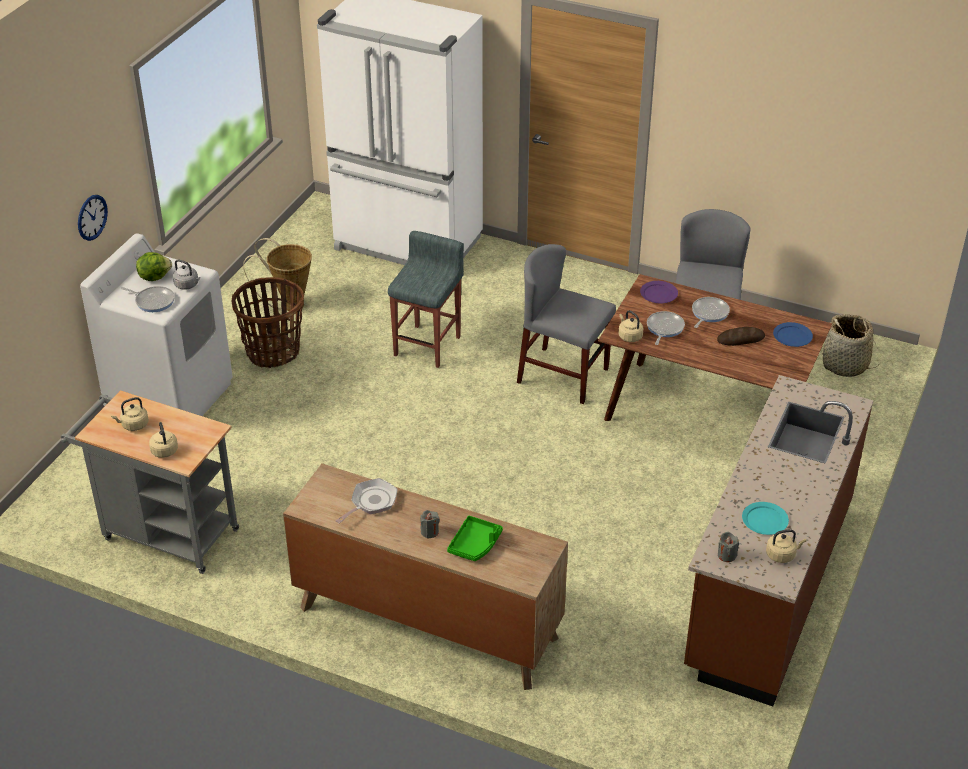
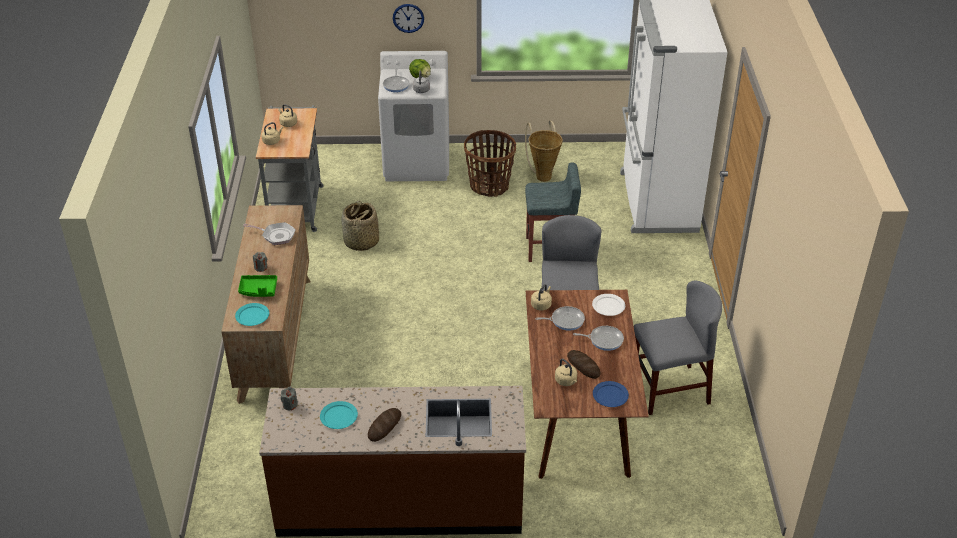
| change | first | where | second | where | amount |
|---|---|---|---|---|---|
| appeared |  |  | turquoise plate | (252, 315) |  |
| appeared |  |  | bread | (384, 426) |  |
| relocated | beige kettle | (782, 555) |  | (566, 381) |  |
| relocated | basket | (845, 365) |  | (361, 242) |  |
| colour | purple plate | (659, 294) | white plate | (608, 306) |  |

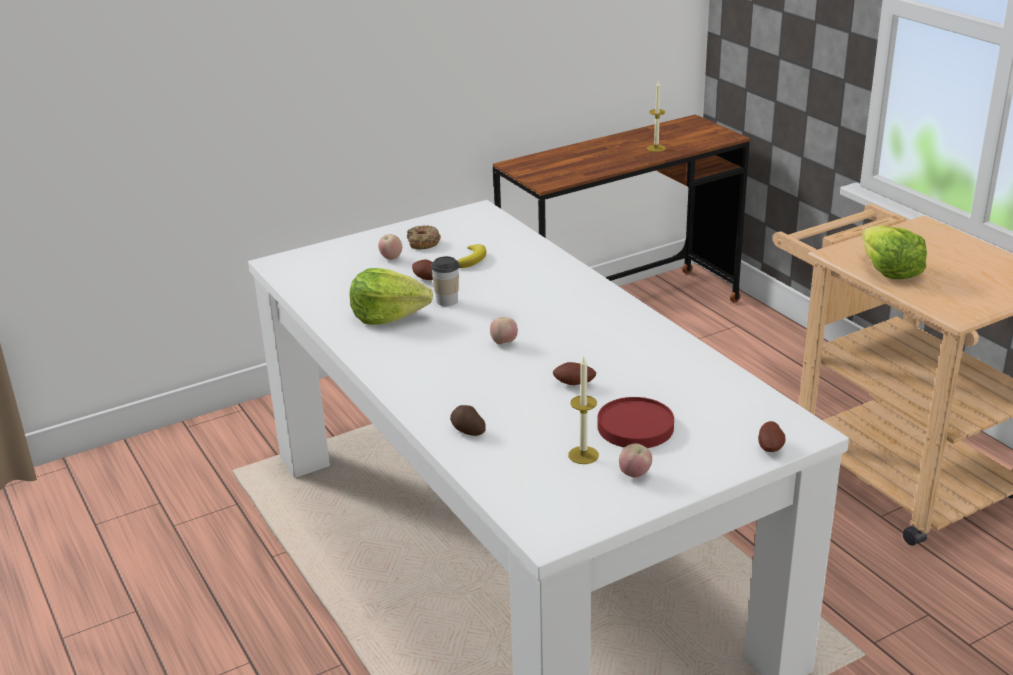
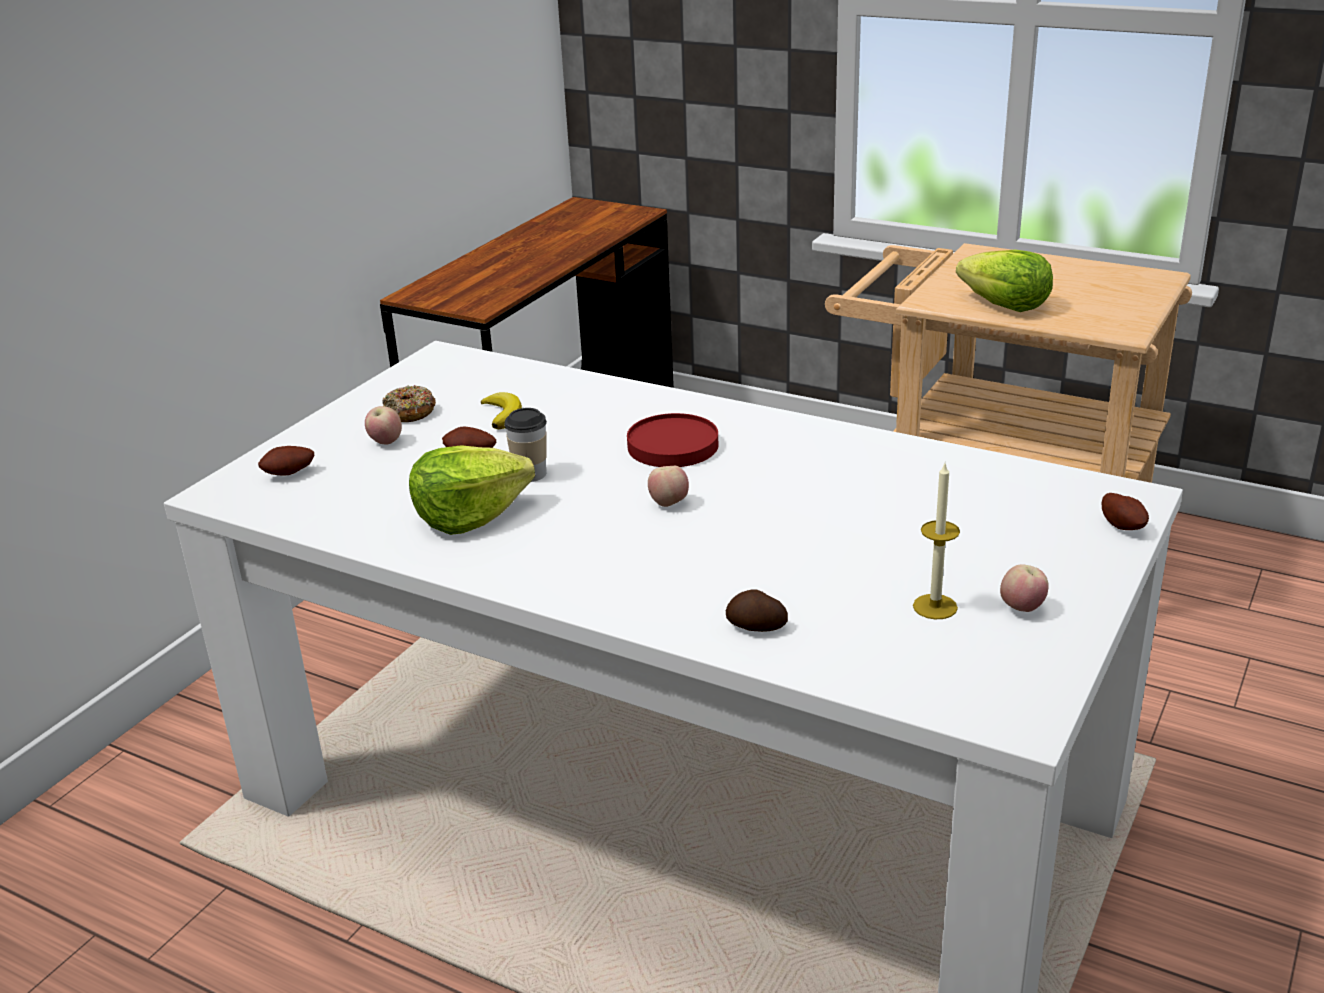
| change | first | where | second | where | amount |
|---|---|---|---|---|---|
| missing | candle | (656, 148) |  |  |  |
| relocated | potato | (574, 384) |  | (289, 474) |  |
| relocated | red plate | (636, 427) |  | (673, 446) |  |

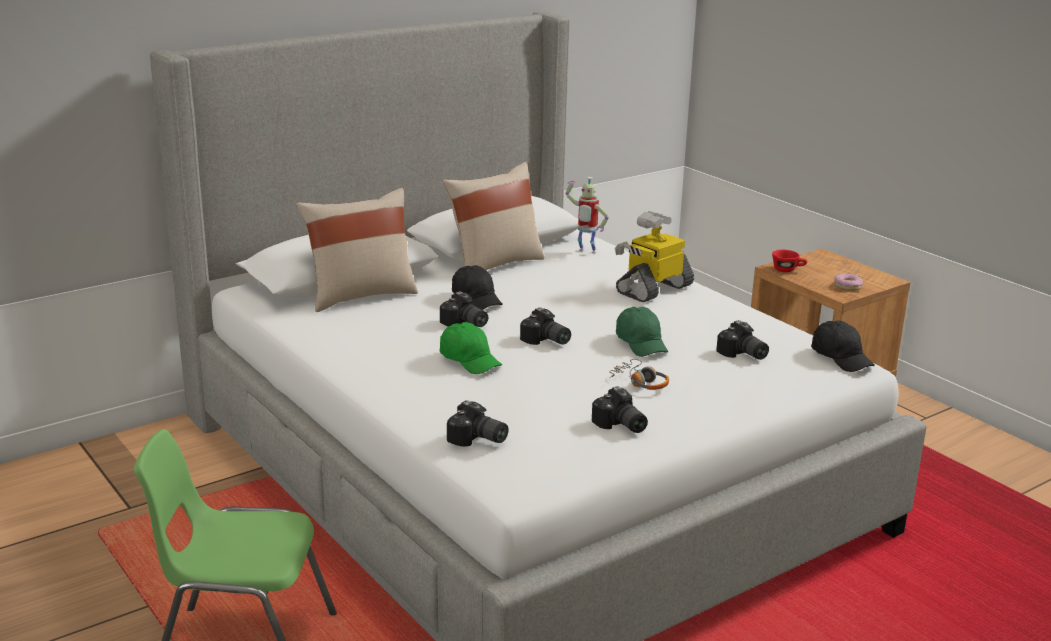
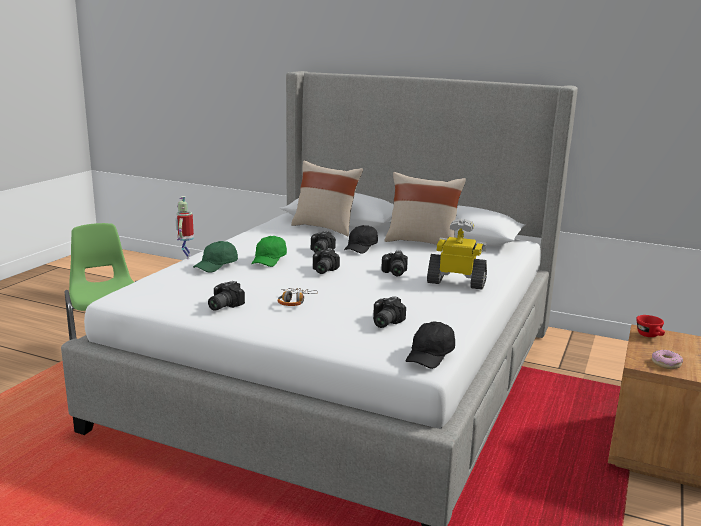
| change | first | where | second | where | amount |
|---|---|---|---|---|---|
| relocated | photo camera | (477, 440) |  | (393, 273) |  |
| relocated | toy robot | (585, 252) |  | (186, 256) |  |
| relocated | green cap | (641, 343) |  | (217, 265) |  |

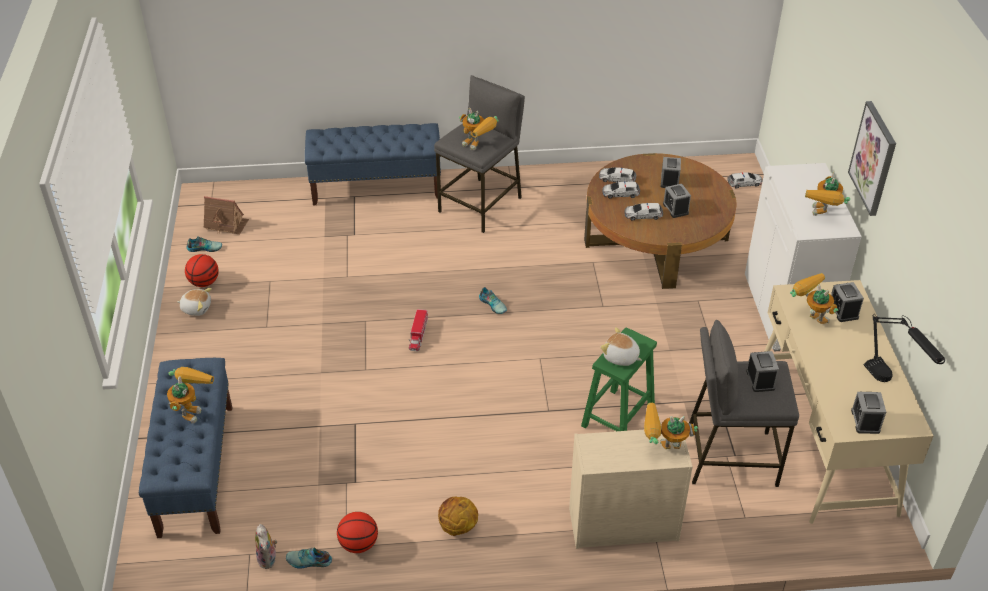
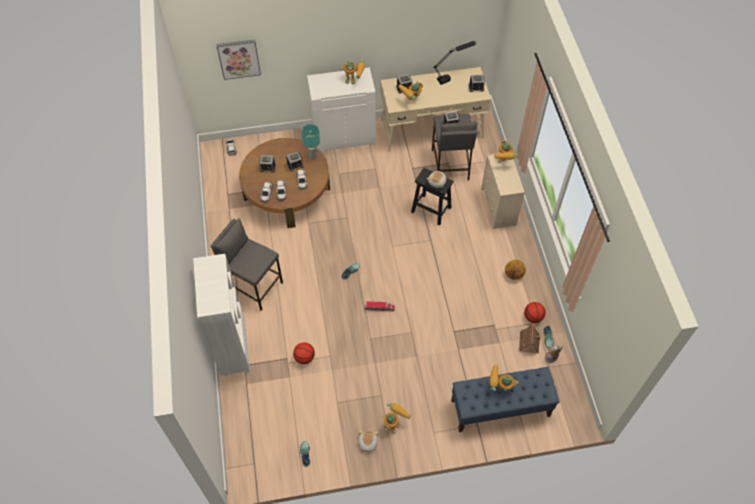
| change | first | where | second | where | amount |
|---|---|---|---|---|---|
| appeared |  |  | turquoise table lamp | (313, 156) |  |
| relocated | basketball | (204, 282) |  | (304, 357) |  |
| relocated | toy house | (226, 224) |  | (528, 342) |  |
| relocated | toy robot | (478, 146) |  | (394, 422) |  |
| relocated | picture | (873, 158) |  | (239, 59) |  |
| exchanged | blue bench | (376, 187) | white bookcase | (234, 352) |  |
| colour | green stool | (617, 418) | black stool | (431, 210) |  |

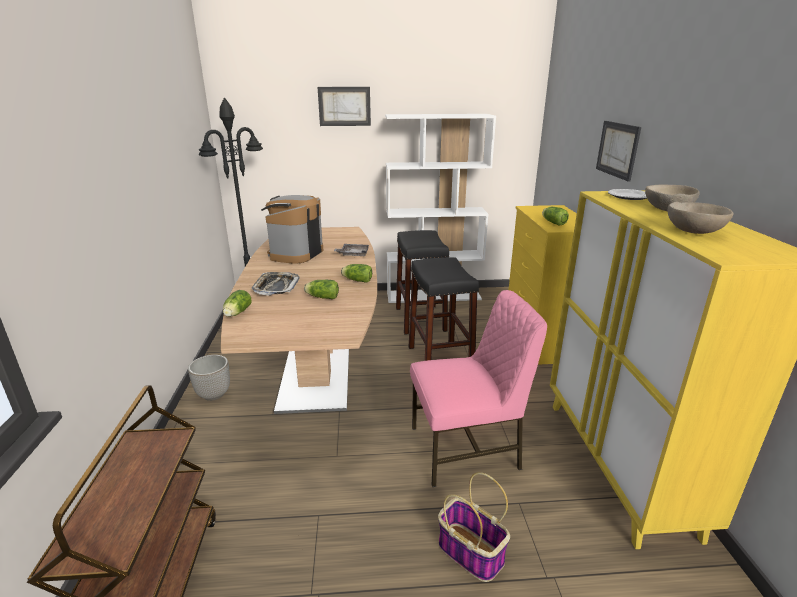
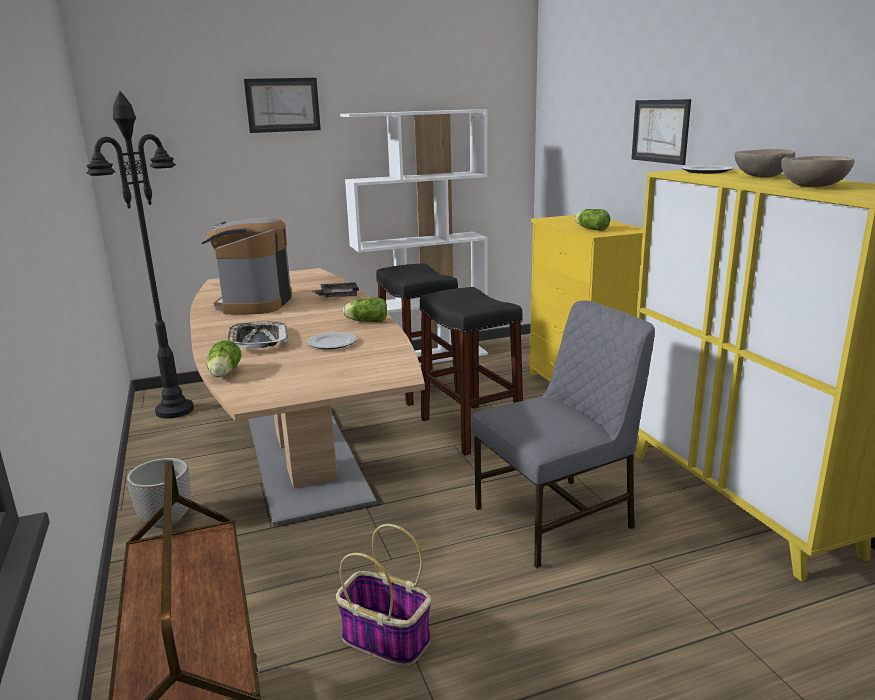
| change | first | where | second | where | amount |
|---|---|---|---|---|---|
| relocated | basket | (469, 552) |  | (384, 638) |  |
| exchanged | lettuce | (321, 297) | plate | (332, 343) |  |
| colour | pink chair | (466, 449) | grey chair | (557, 518) |  |

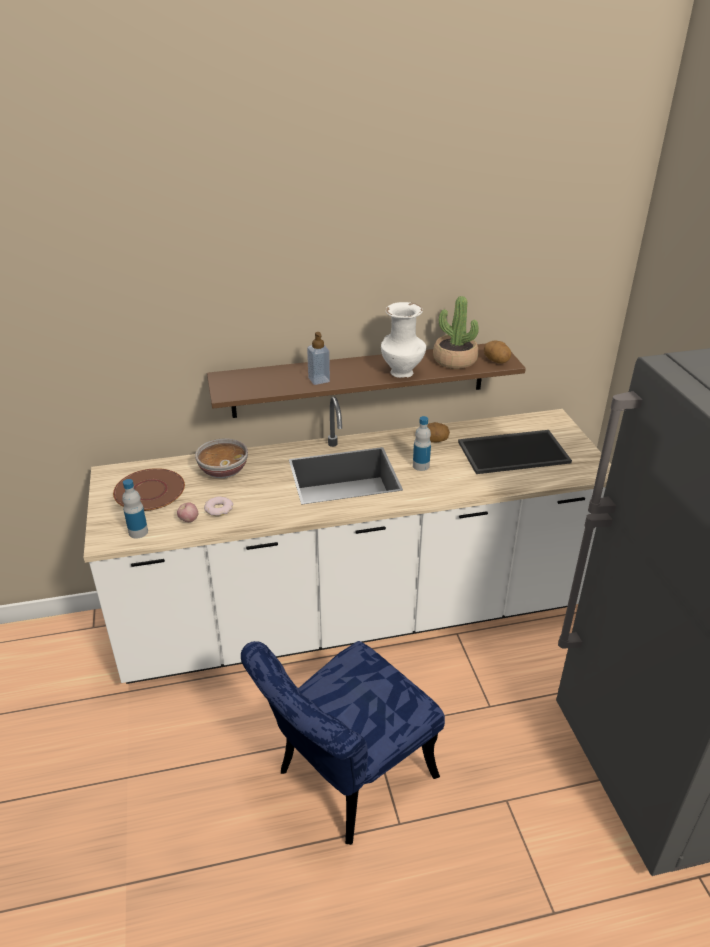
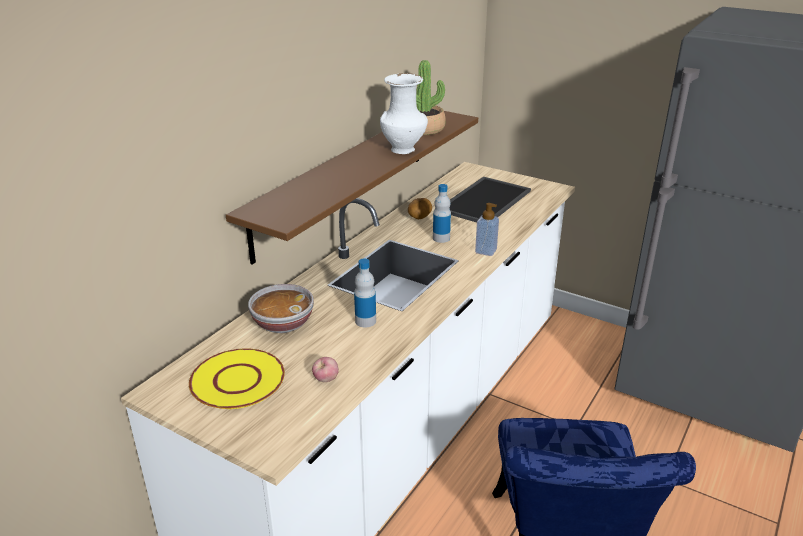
| change | first | where | second | where | amount |
|---|---|---|---|---|---|
| missing | donut | (219, 509) |  |  |  |
| missing | potato | (496, 361) |  |  |  |
| relocated | bottle | (138, 532) |  | (365, 321) |  |
| relocated | soap dispenser | (319, 380) |  | (486, 251) |  |
| colour | brown plate | (150, 491) | yellow plate | (237, 380) |  |

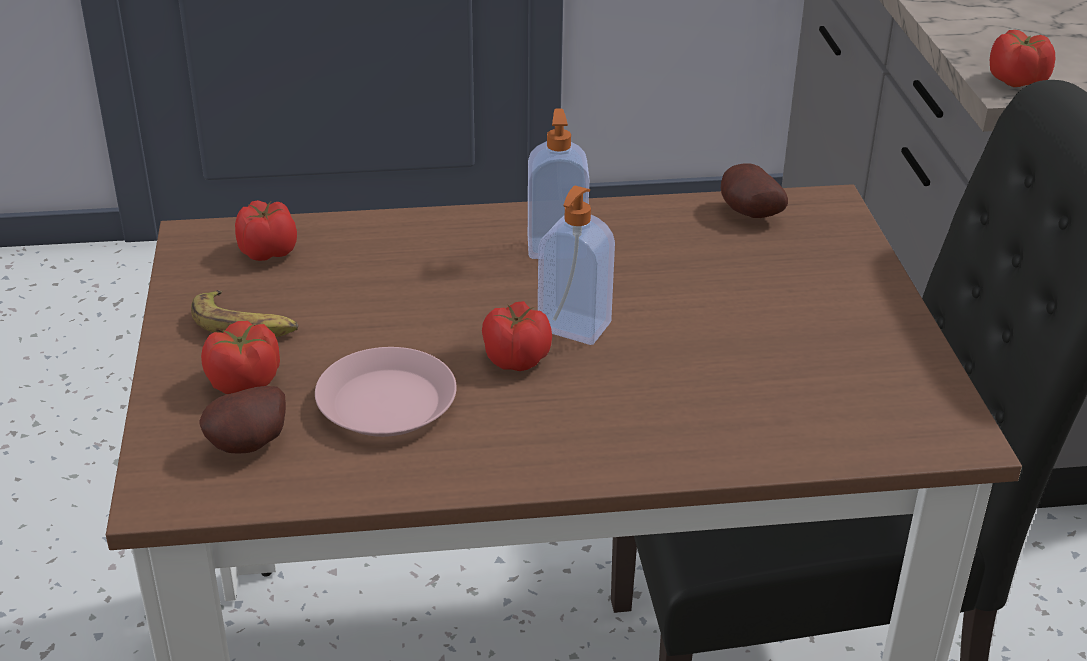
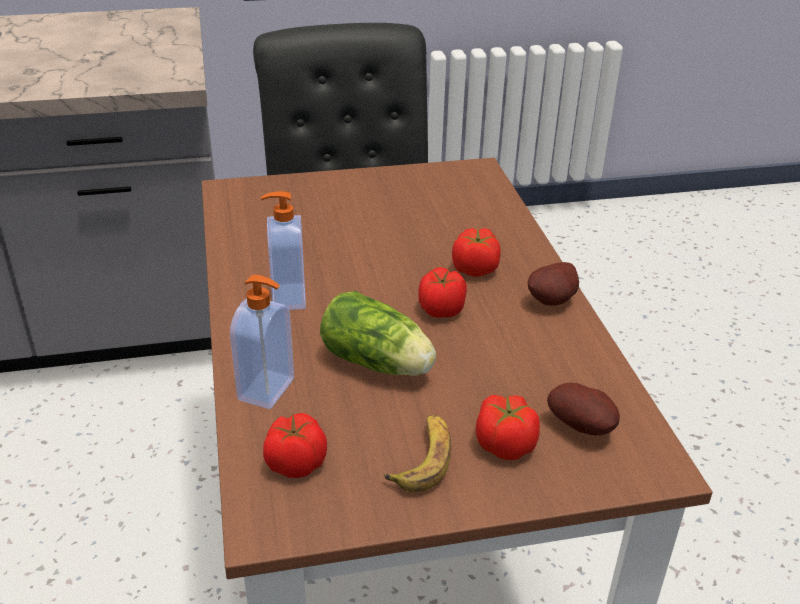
| change | first | where | second | where | amount |
|---|---|---|---|---|---|
| missing | pink plate | (386, 402) |  |  |  |
| appeared |  |  | lettuce | (379, 364) |  |
| relocated | soap dispenser | (573, 328) |  | (268, 390) |  |
| relocated | potato | (747, 214) |  | (553, 302) |  |
| relocated | tomato | (1017, 81) |  | (475, 269) |  |

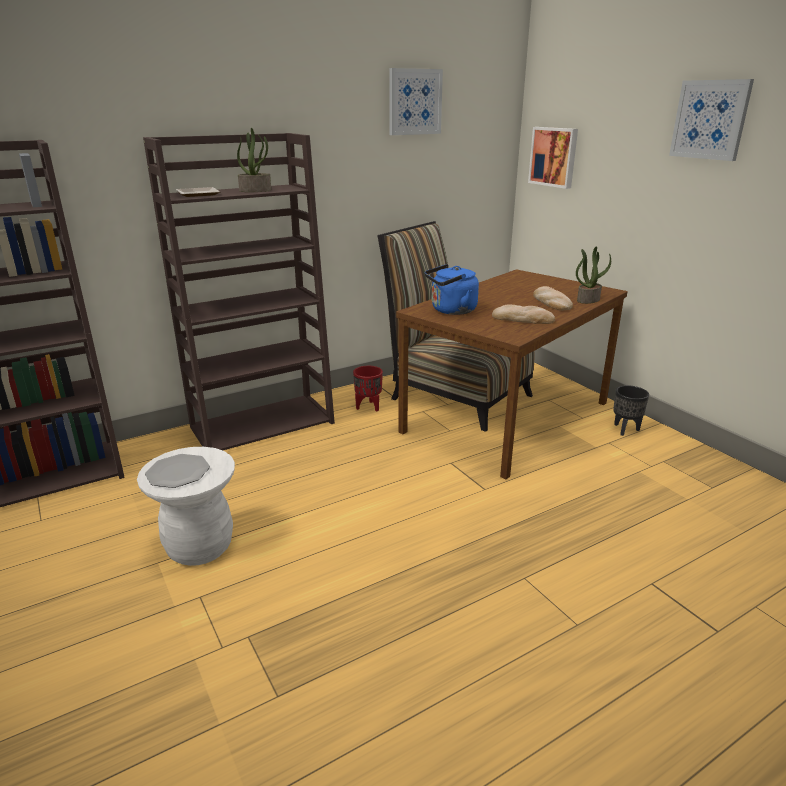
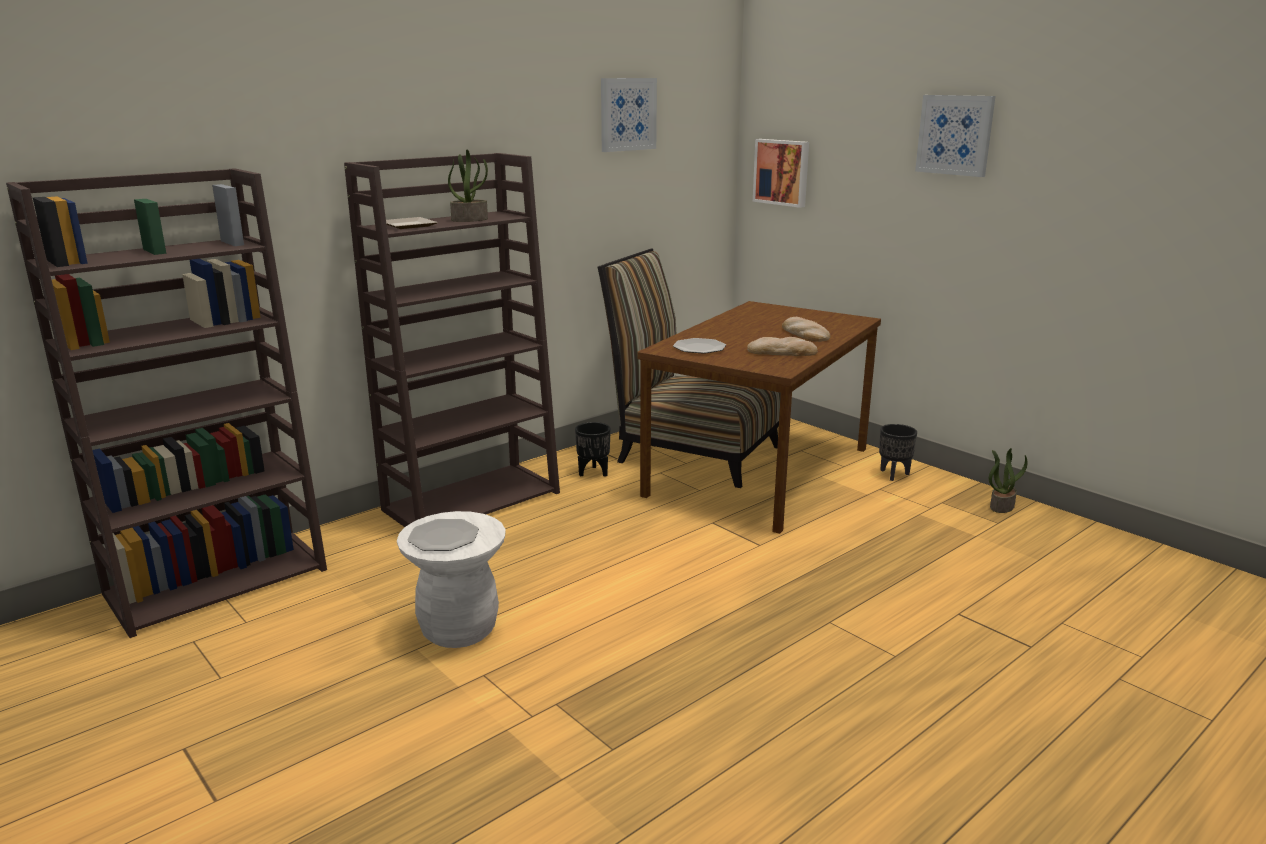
| change | first | where | second | where | amount |
|---|---|---|---|---|---|
| relocated | potted plant | (588, 300) |  | (1001, 506) |  |
| exchanged | blue kettle | (451, 310) | plate | (699, 348) |  |
| colour | red planter | (368, 407) | black planter | (592, 472) |  |

